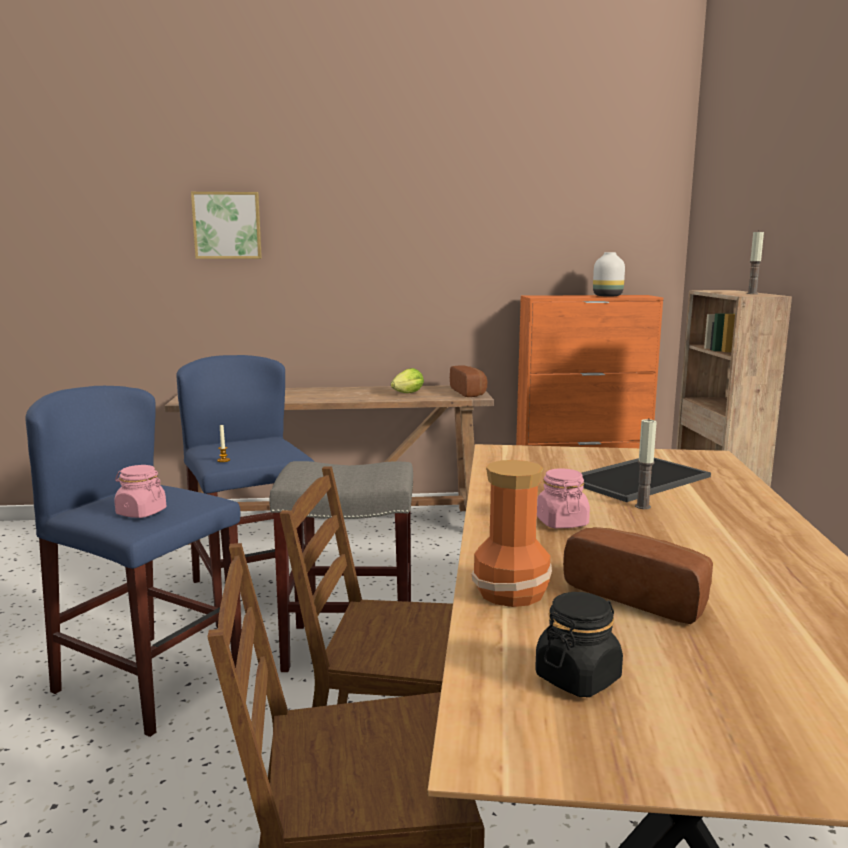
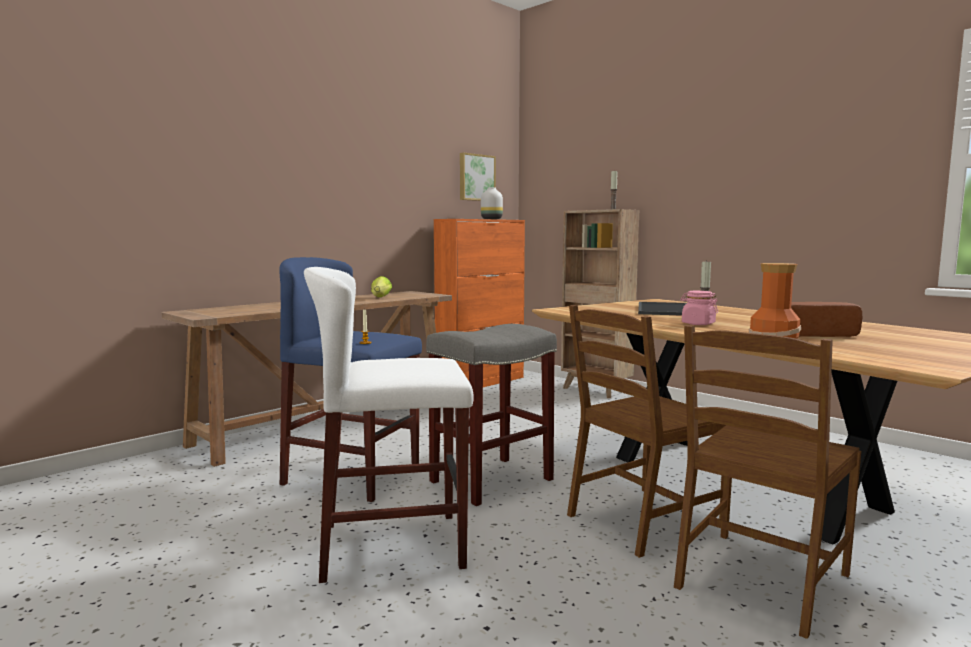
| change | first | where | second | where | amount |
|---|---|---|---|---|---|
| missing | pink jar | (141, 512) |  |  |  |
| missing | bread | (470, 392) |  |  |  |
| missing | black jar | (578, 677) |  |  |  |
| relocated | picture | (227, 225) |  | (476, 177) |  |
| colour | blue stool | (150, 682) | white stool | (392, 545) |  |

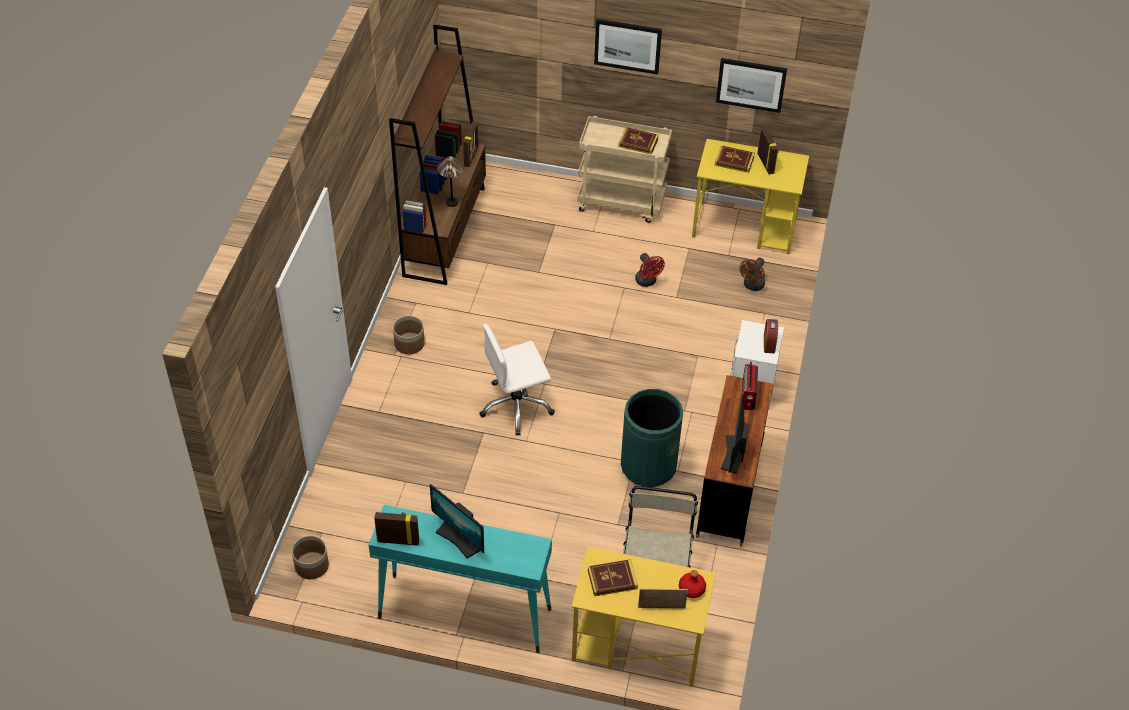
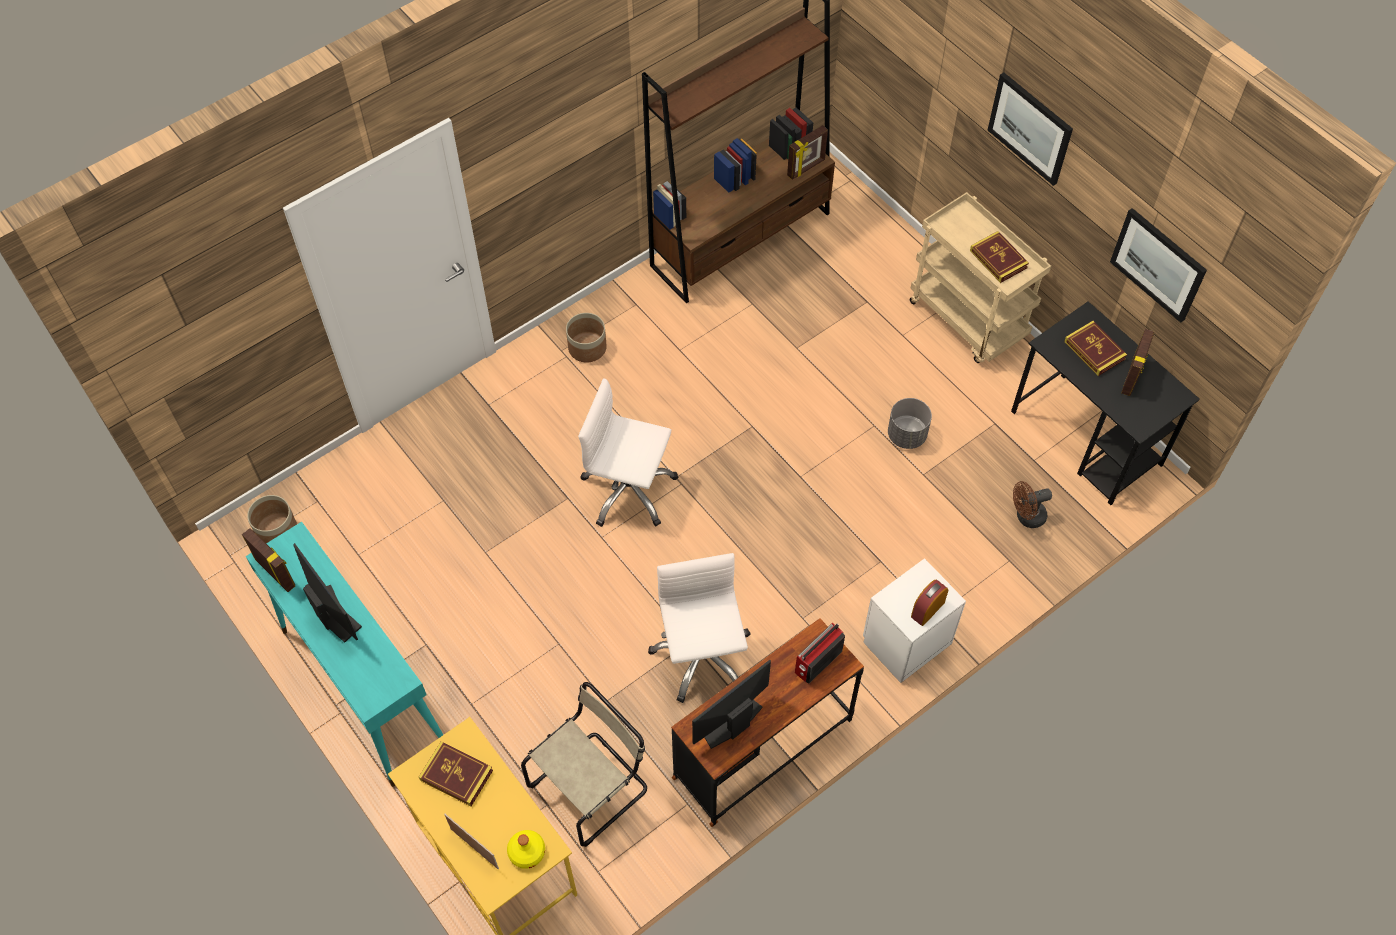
| change | first | where | second | where | amount |
|---|---|---|---|---|---|
| missing | table lamp | (452, 202) |  |  |  |
| exchanged | green trash can | (648, 466) | white office chair | (701, 656) |  |
| exchanged | red fan | (647, 282) | grey planter | (907, 435) |  |
| colour | red bottle | (692, 589) | yellow bottle | (527, 852) |  |
| colour | yellow desk | (745, 228) | black desk | (1087, 439) |  |
| spun | monitor | (459, 539) |  | (333, 614) | 150 degrees clockwise |

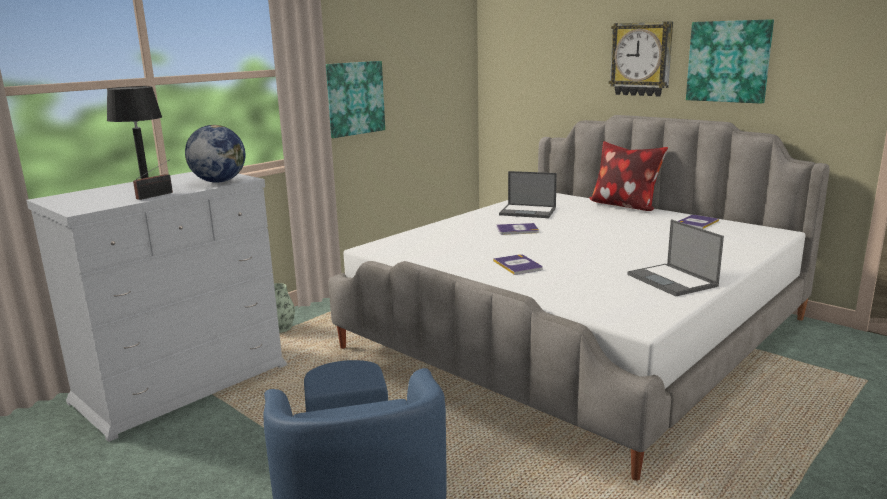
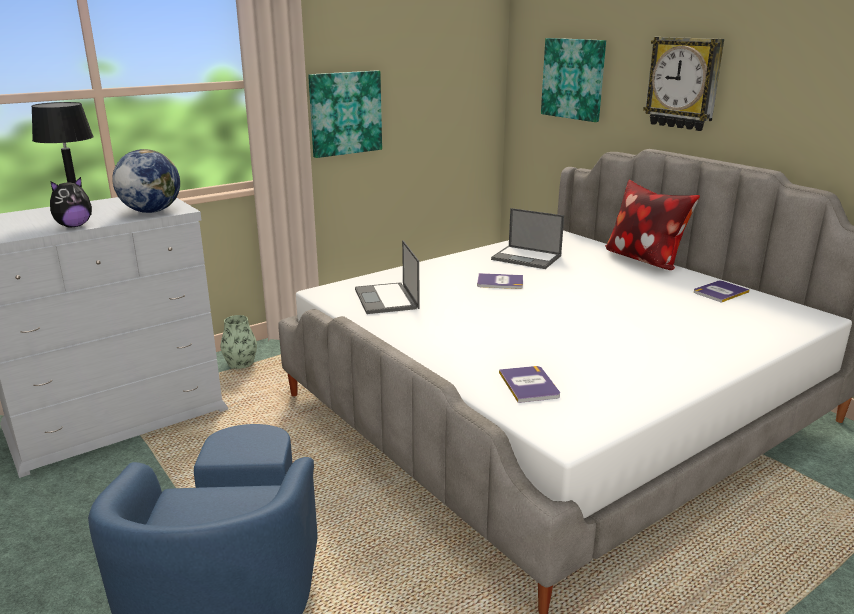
| change | first | where | second | where | amount |
|---|---|---|---|---|---|
| relocated | book | (518, 265) |  | (529, 385) |  |
| relocated | laptop | (673, 280) |  | (387, 299) |  |
| relocated | picture | (728, 61) |  | (573, 79) |  |
| exchanged | radio | (157, 195) | plush toy | (74, 226) |  |

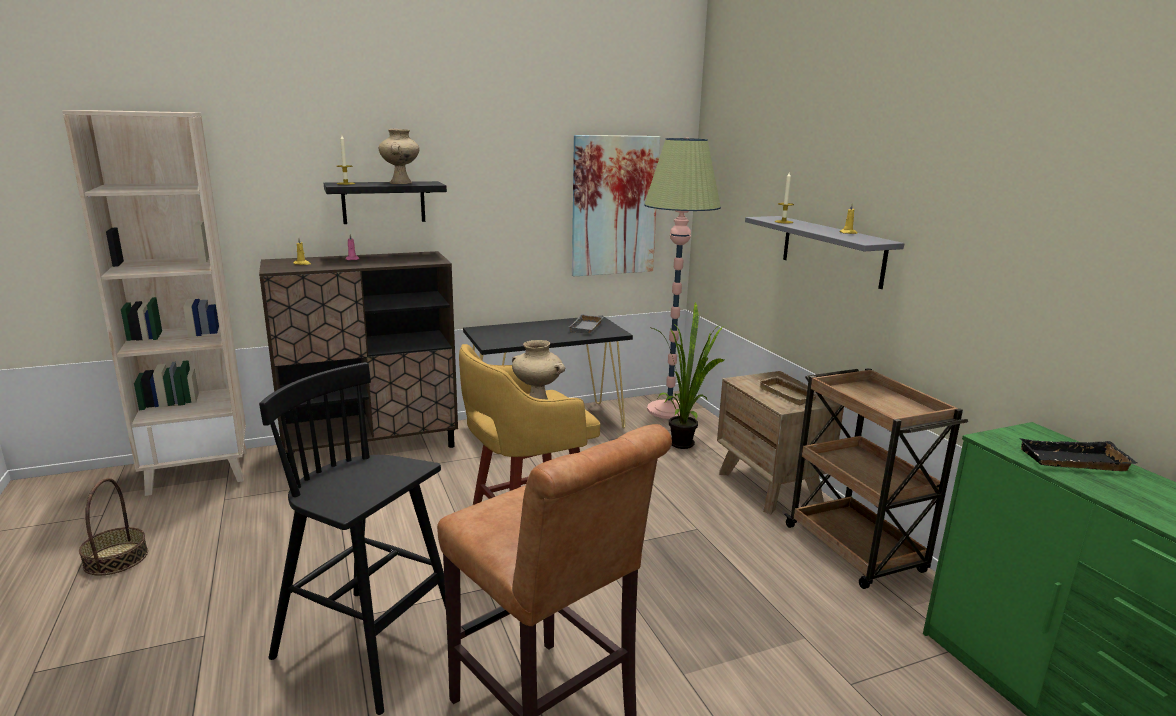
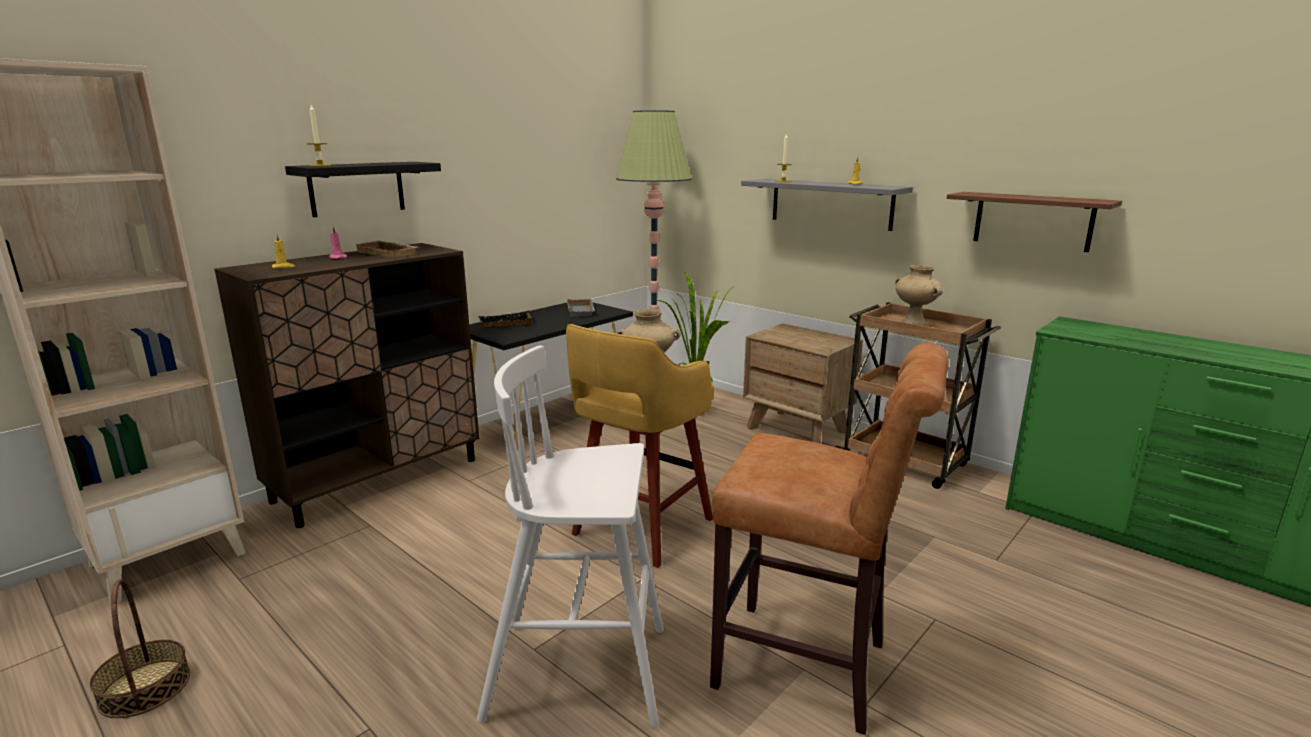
| change | first | where | second | where | amount |
|---|---|---|---|---|---|
| missing | picture | (614, 206) |  |  |  |
| appeared |  |  | shelf | (1032, 221) |  |
| relocated | beige vase | (401, 183) |  | (915, 323) |  |
| relocated | beige tray | (789, 394) |  | (389, 253) |  |
| relocated | black tray | (1073, 462) |  | (505, 324) |  |
| colour | black stool | (370, 648) | white stool | (582, 671) |  |

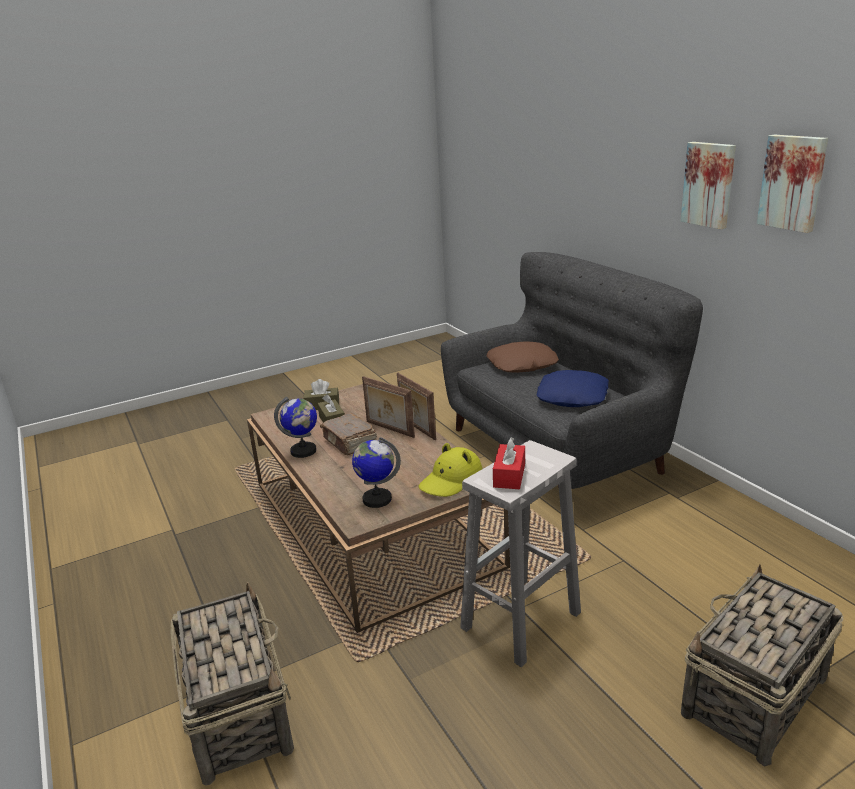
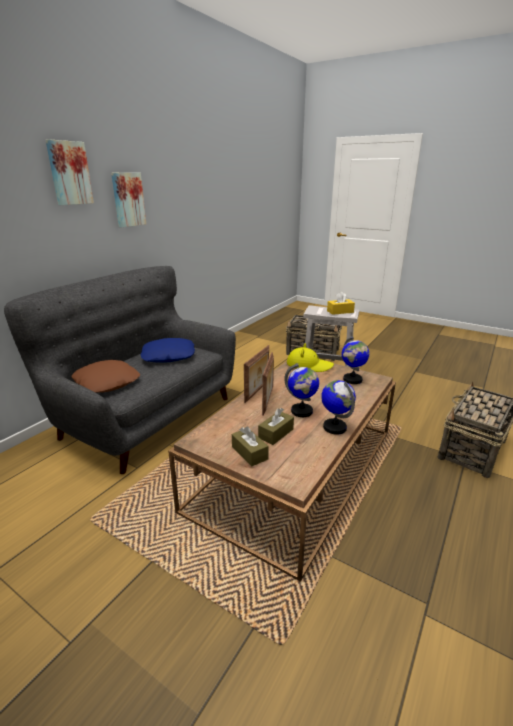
| change | first | where | second | where | amount |
|---|---|---|---|---|---|
| relocated | picture | (793, 182) |  | (69, 173) |  |
| exchanged | brown book | (349, 442) | globe | (302, 411) |  |
| colour | red tissue box | (509, 475) | yellow tissue box | (340, 311) |  |

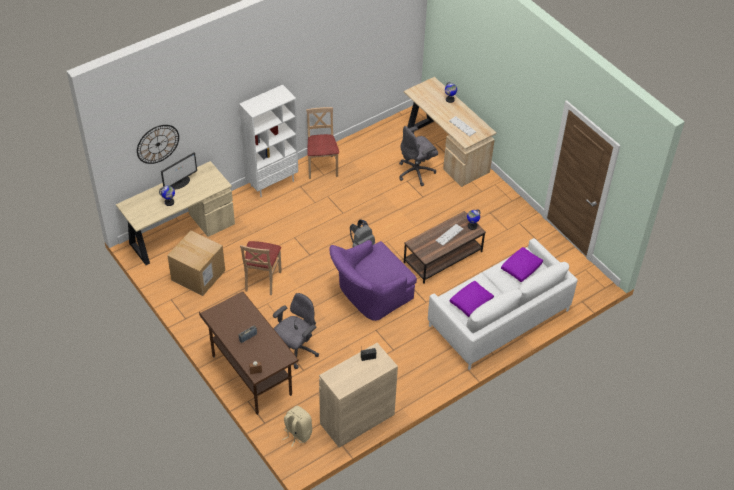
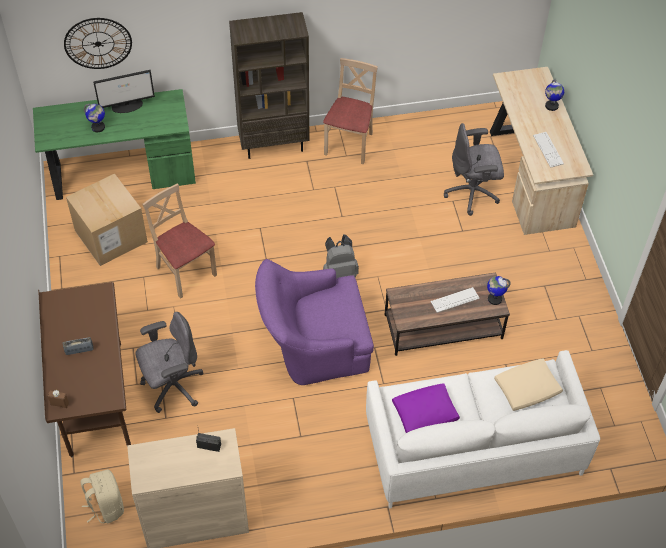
| change | first | where | second | where | amount |
|---|---|---|---|---|---|
| colour | beige desk | (179, 233) | green desk | (121, 172) |  |
| colour | white bookcase | (272, 183) | brown bookcase | (274, 144) |  |
| colour | purple pillow | (521, 268) | beige pillow | (526, 389) |  |
| spun | beige chair | (262, 280) |  | (185, 272) | 105 degrees clockwise |

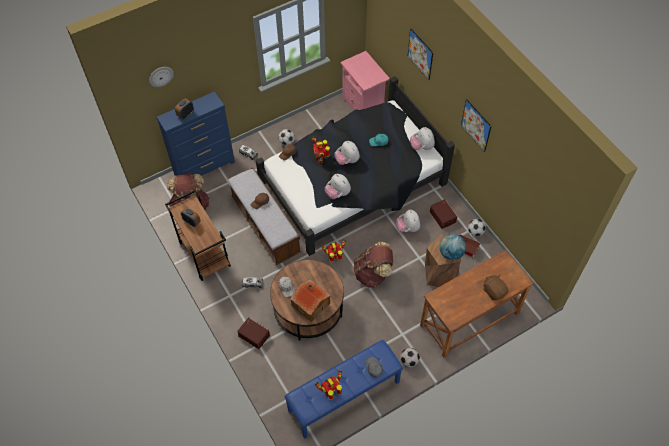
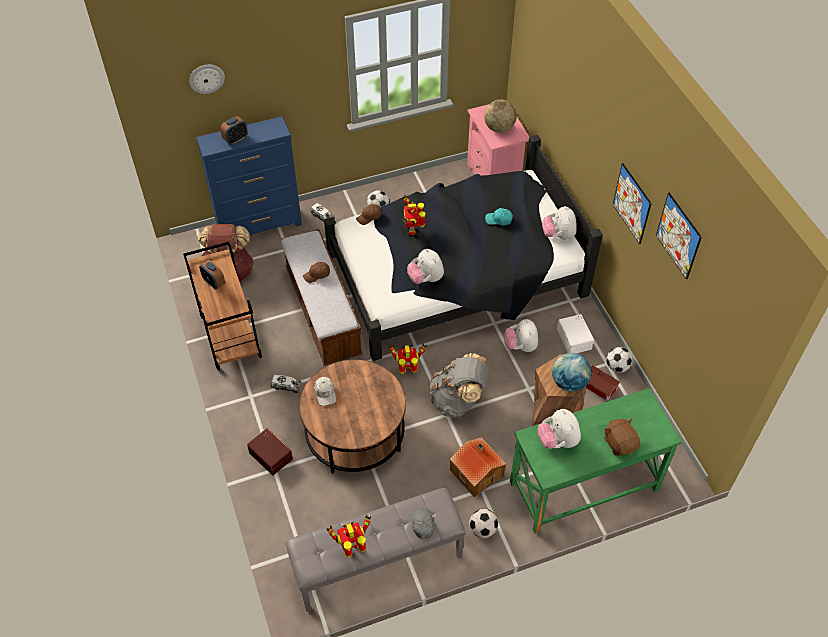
| change | first | where | second | where | amount |
|---|---|---|---|---|---|
| appeared |  |  | globe | (499, 128) |  |
| relocated | toy house | (310, 304) |  | (477, 472) |  |
| relocated | plush toy | (347, 160) |  | (557, 441) |  |
| relocated | picture | (420, 54) |  | (678, 236) |  |
| colour | blue bench | (344, 397) | grey bench | (377, 563) |  |
| colour | brown backpack | (373, 274) | grey backpack | (457, 400) |  |
| colour | brown desk | (469, 319) | green desk | (584, 486) |  |
| colour | brown storage box | (443, 216) | white storage box | (575, 338) |  |

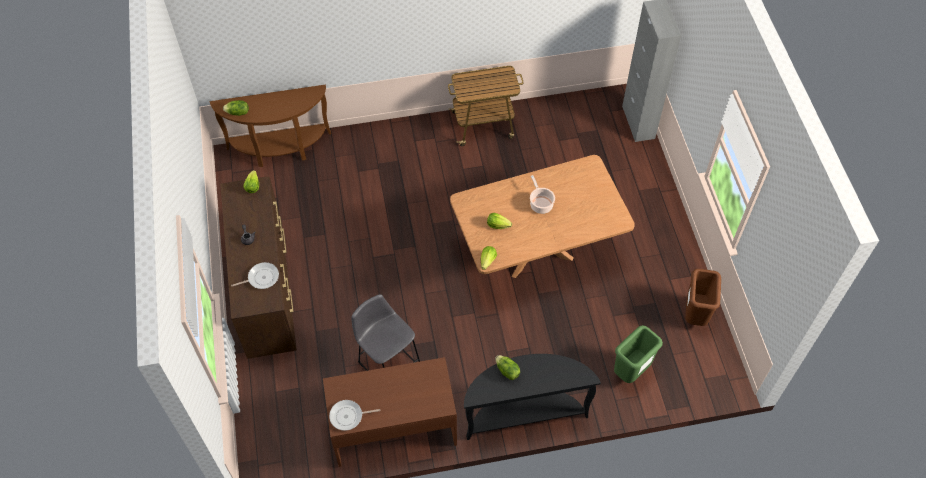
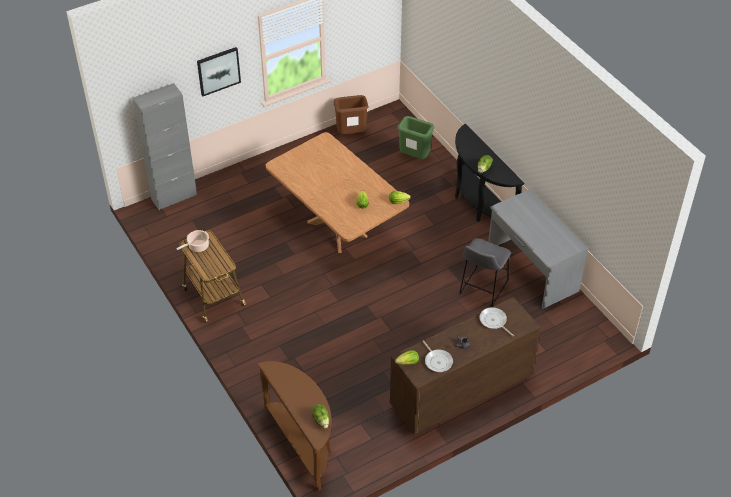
| change | first | where | second | where | amount |
|---|---|---|---|---|---|
| appeared |  |  | picture | (218, 71) |  |
| relocated | frying pan | (348, 416) |  | (437, 361) |  |
| relocated | cooking pot | (540, 204) |  | (197, 247) |  |
| colour | brown desk | (393, 428) | grey desk | (531, 269) |  |

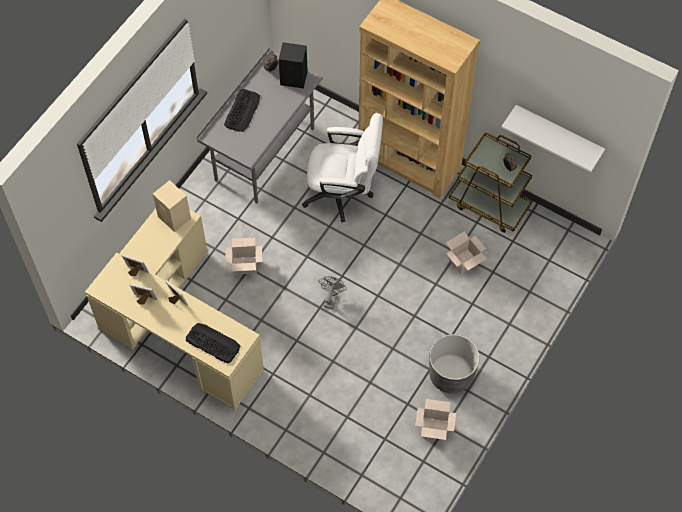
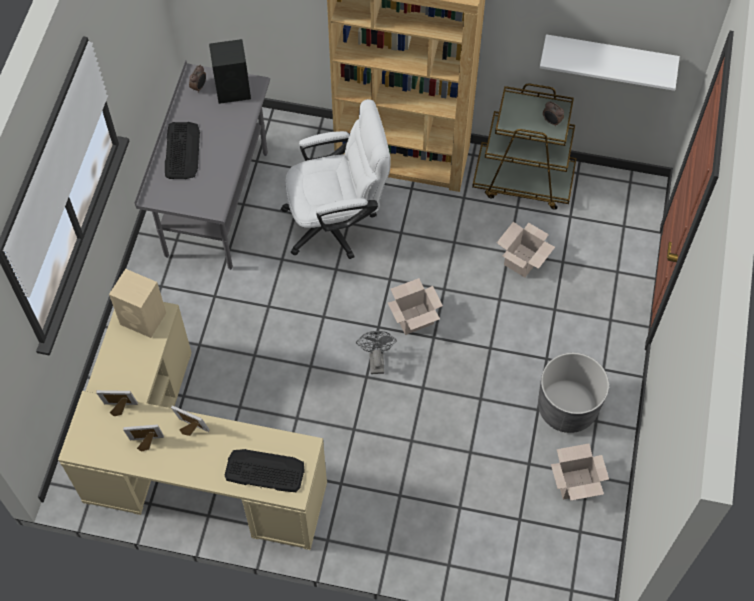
| change | first | where | second | where | amount |
|---|---|---|---|---|---|
| relocated | cardboard box | (245, 265) |  | (414, 318) |  |

